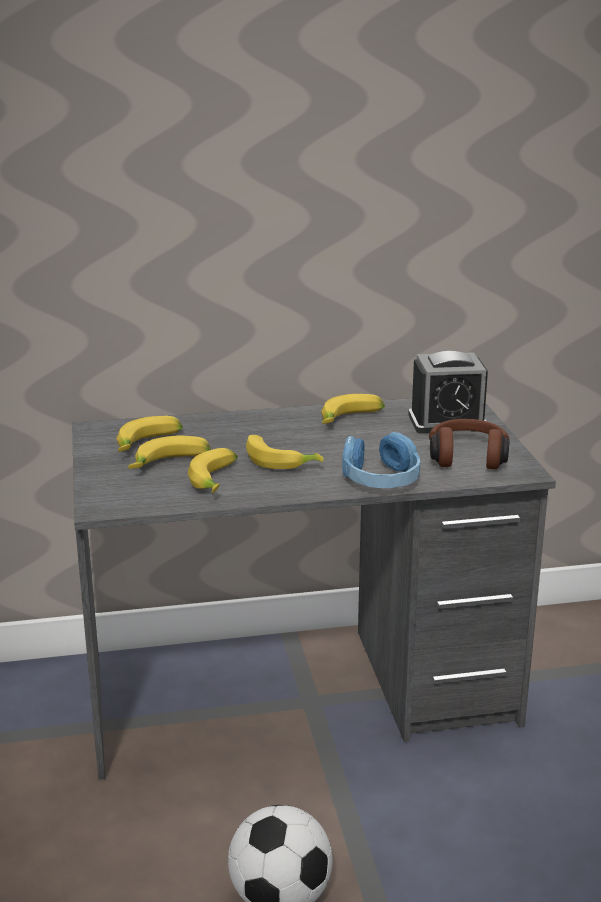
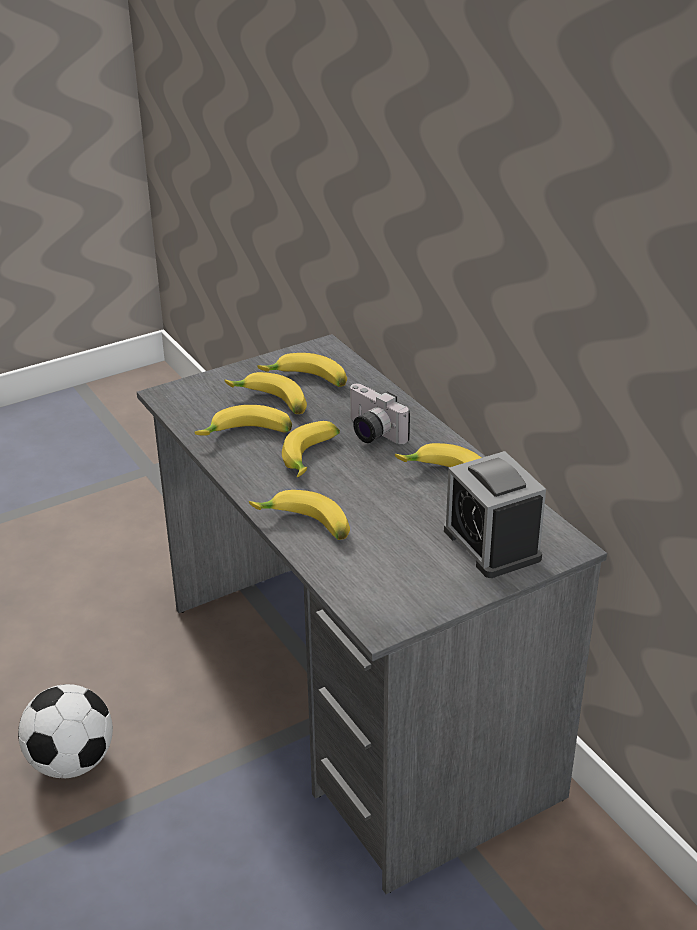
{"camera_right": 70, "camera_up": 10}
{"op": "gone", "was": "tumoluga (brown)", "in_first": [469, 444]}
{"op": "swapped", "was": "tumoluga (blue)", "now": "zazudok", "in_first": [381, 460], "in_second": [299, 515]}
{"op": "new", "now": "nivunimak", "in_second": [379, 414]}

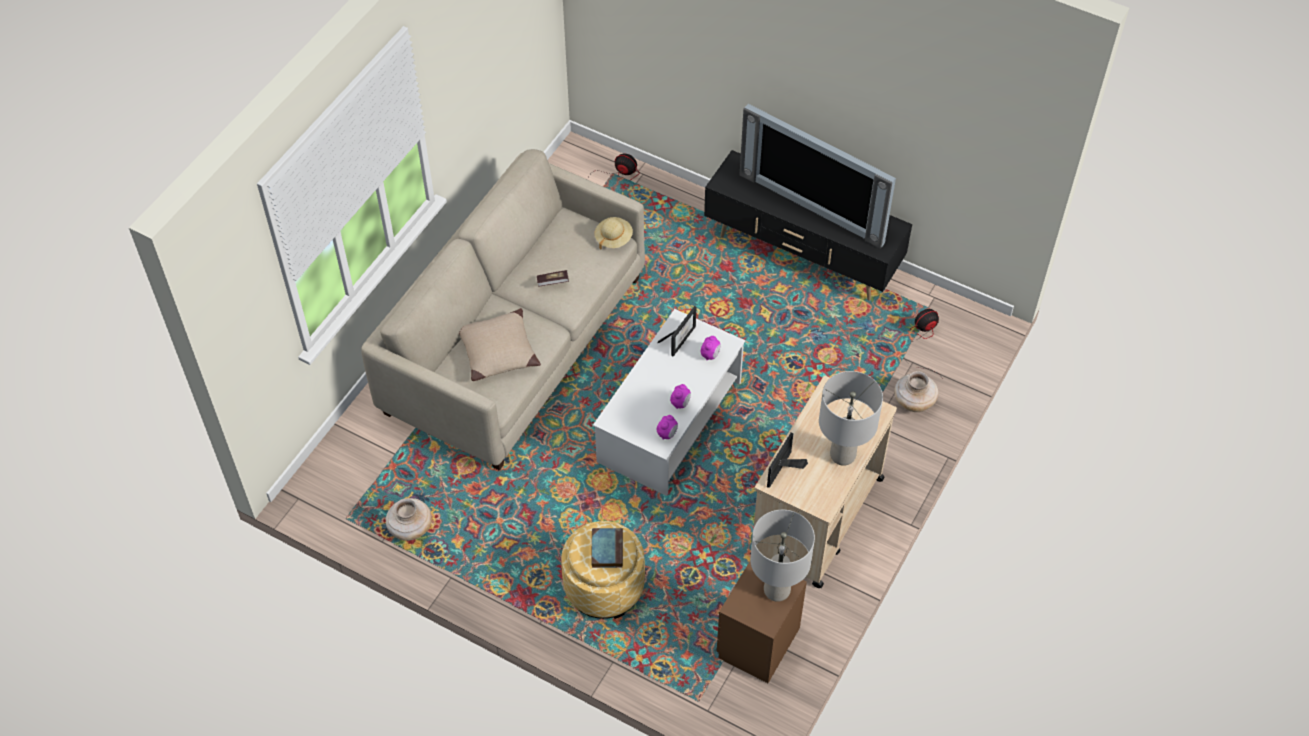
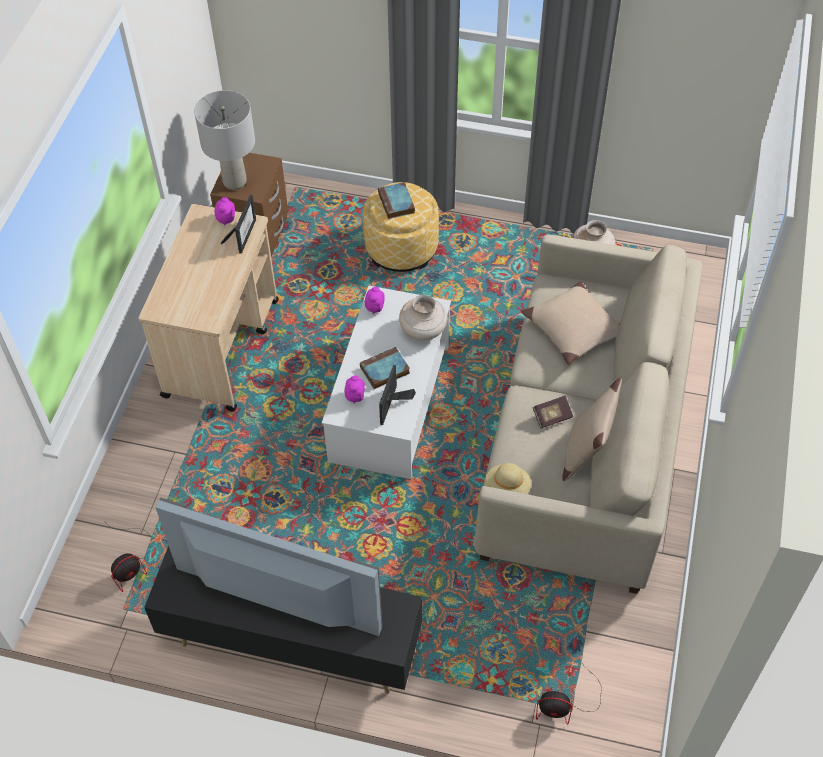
{"camera_right": 165, "camera_up": 0}
{"op": "gone", "was": "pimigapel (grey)", "in_first": [851, 418]}
{"op": "shifted", "was": "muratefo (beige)", "in_first": [916, 391], "in_second": [423, 317]}
{"op": "shifted", "was": "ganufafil", "in_first": [680, 396], "in_second": [224, 211]}
{"op": "new", "now": "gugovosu", "in_second": [385, 368]}
{"op": "new", "now": "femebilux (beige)", "in_second": [592, 429]}

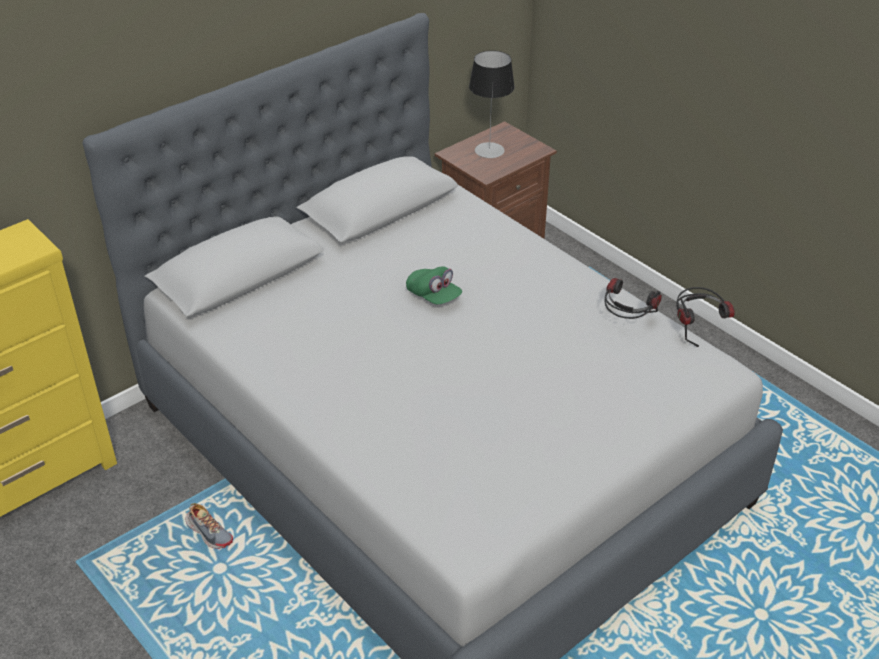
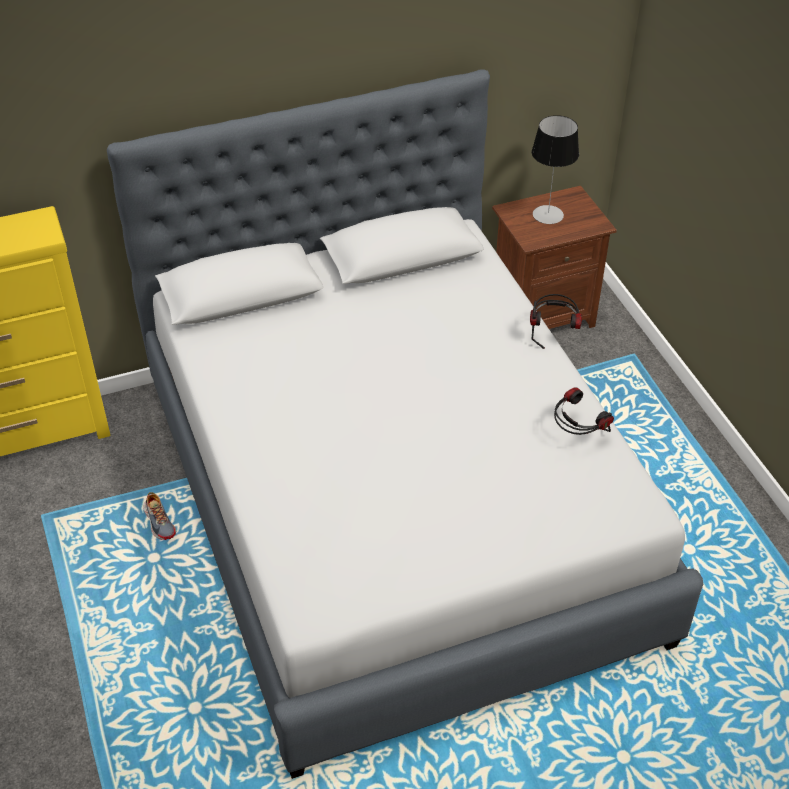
{"camera_right": 20, "camera_up": 5}
{"op": "gone", "was": "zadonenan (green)", "in_first": [434, 285]}
{"op": "shifted", "was": "tumoluga", "in_first": [705, 317], "in_second": [556, 321]}

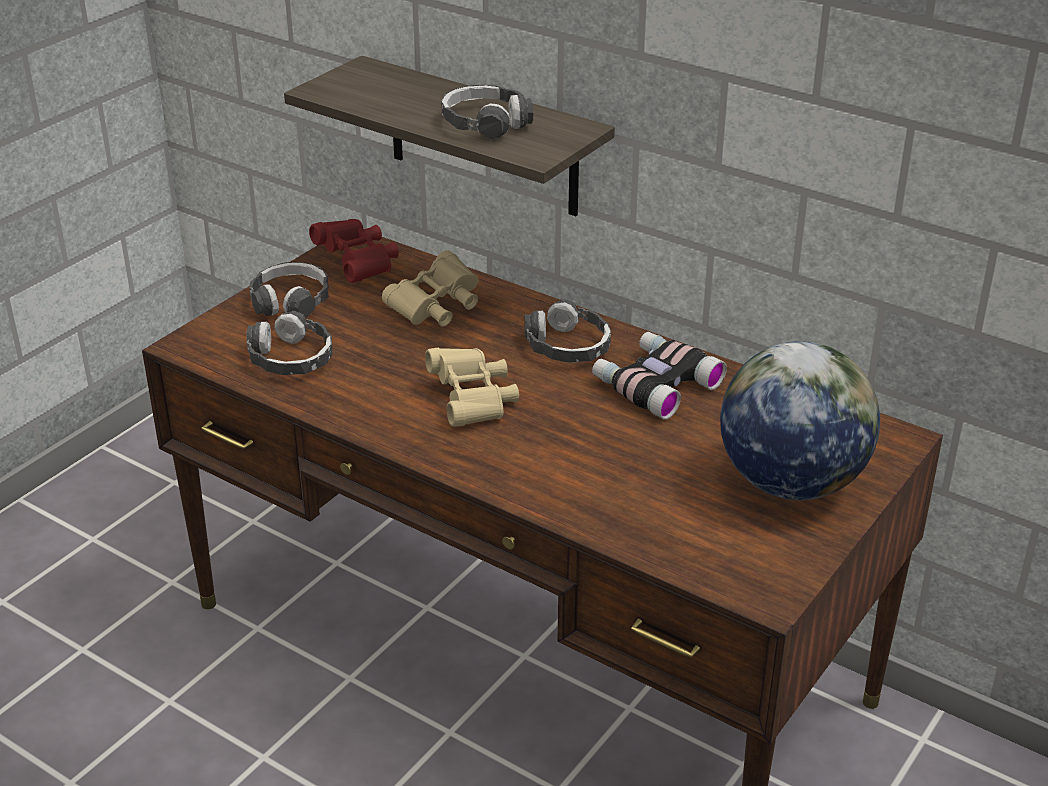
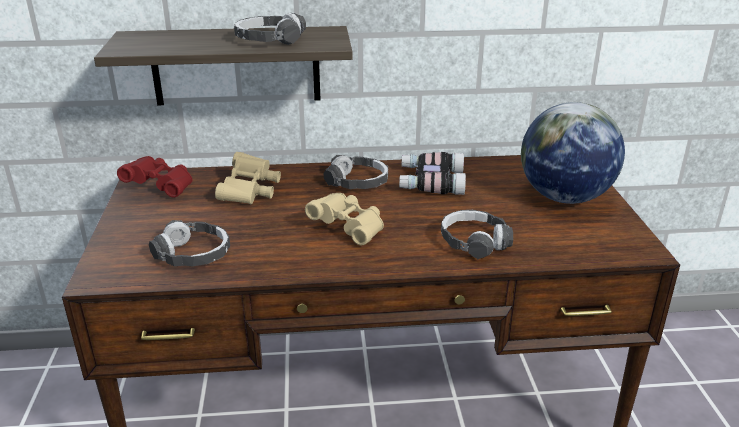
{"camera_right": -40, "camera_up": -5}
{"op": "shifted", "was": "tumoluga", "in_first": [289, 290], "in_second": [477, 234]}

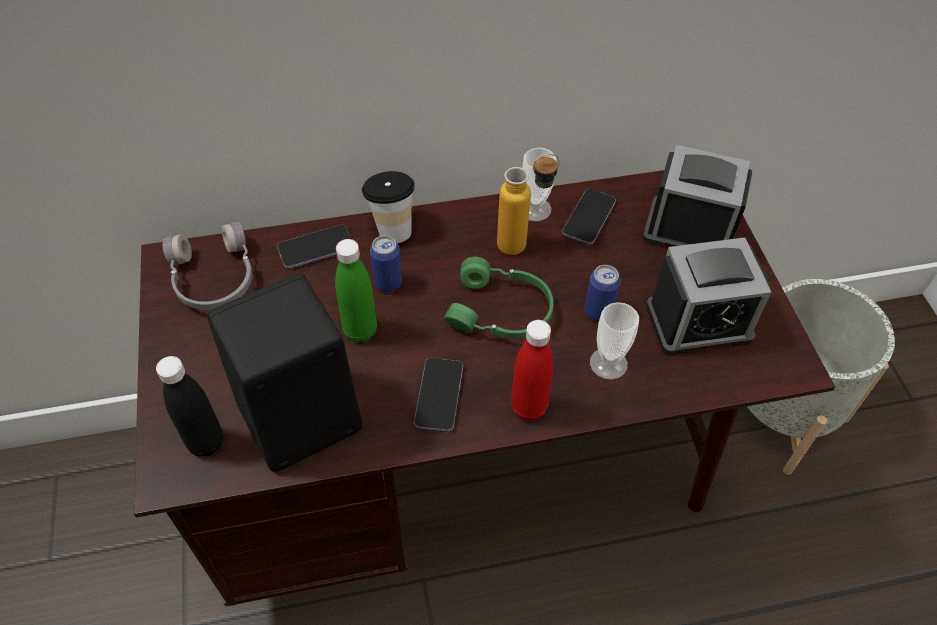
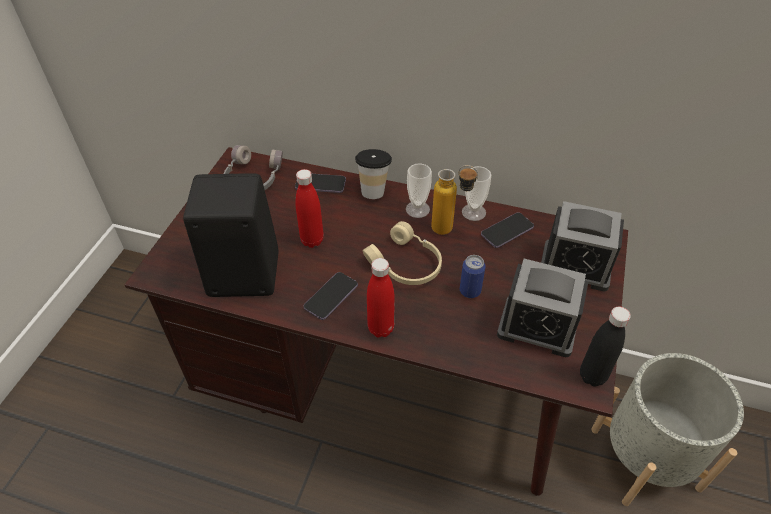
{"camera_right": 30, "camera_up": -5}
{"op": "rotated", "was": "ganufafil", "in_first": [697, 196], "in_second": [582, 246], "clockwise": 150}
{"op": "gone", "was": "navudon", "in_first": [386, 263]}
{"op": "repainted", "was": "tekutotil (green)", "now": "tekutotil (red)", "in_first": [356, 290], "in_second": [309, 208]}
{"op": "repainted", "was": "tumoluga (green)", "now": "tumoluga (beige)", "in_first": [499, 297], "in_second": [402, 253]}
{"op": "shifted", "was": "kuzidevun", "in_first": [614, 341], "in_second": [419, 190]}
{"op": "shifted", "was": "tekutotil (black)", "in_first": [190, 406], "in_second": [605, 347]}

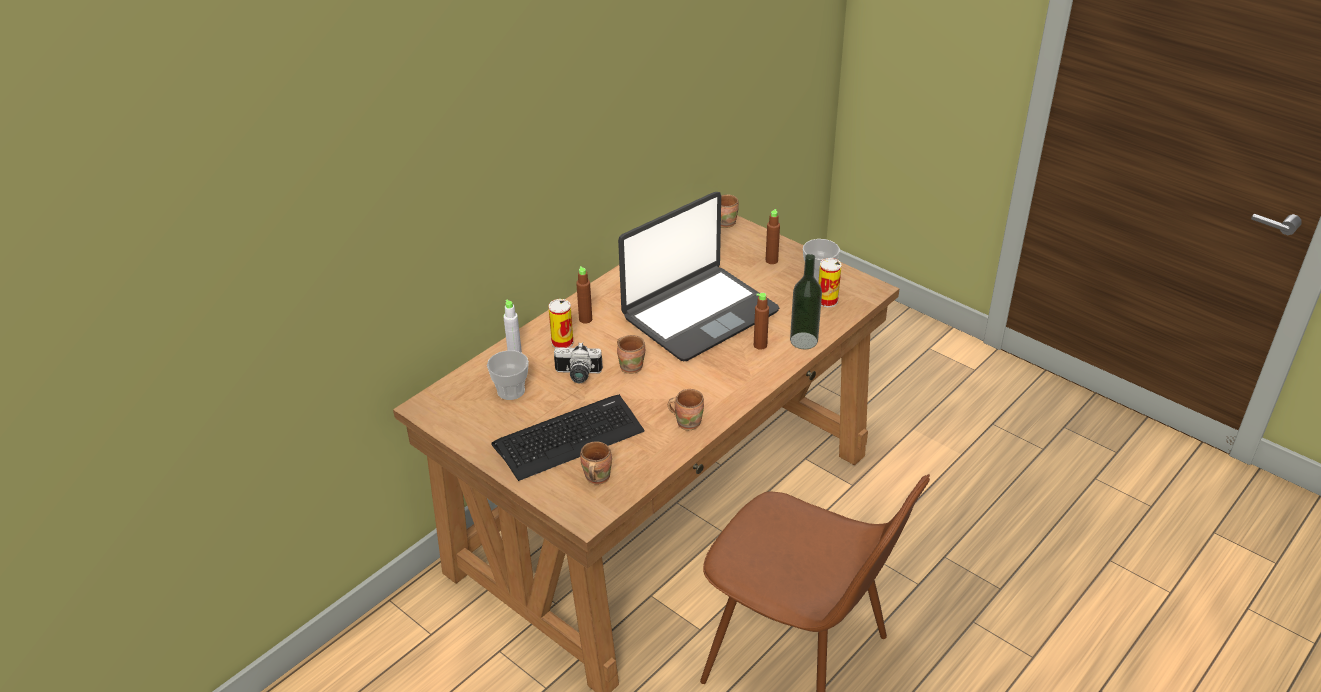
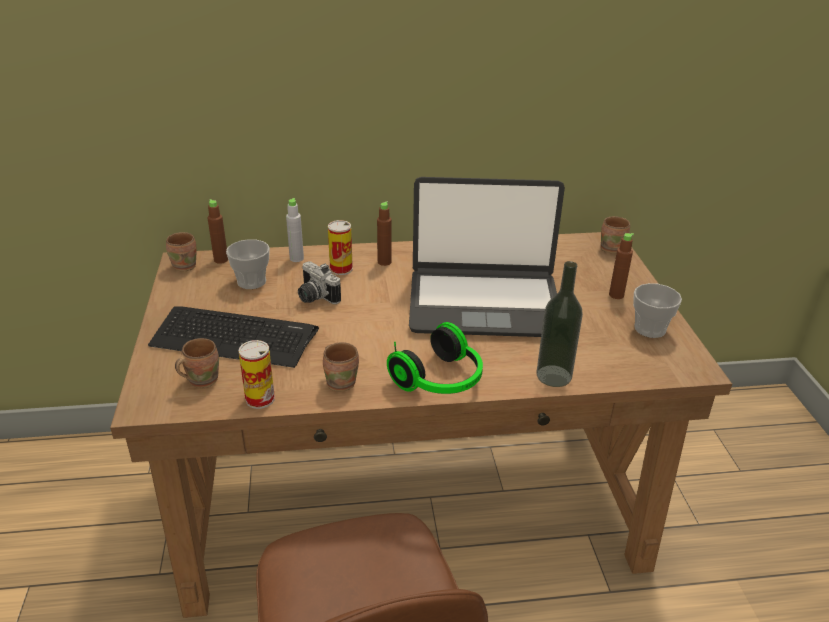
{"camera_right": 40, "camera_up": -5}
{"op": "shifted", "was": "navudon", "in_first": [830, 282], "in_second": [257, 374]}
{"op": "shifted", "was": "tekutotil (brown)", "in_first": [761, 321], "in_second": [218, 231]}
{"op": "shifted", "was": "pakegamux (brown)", "in_first": [631, 354], "in_second": [181, 251]}
{"op": "new", "now": "tumoluga", "in_second": [435, 358]}

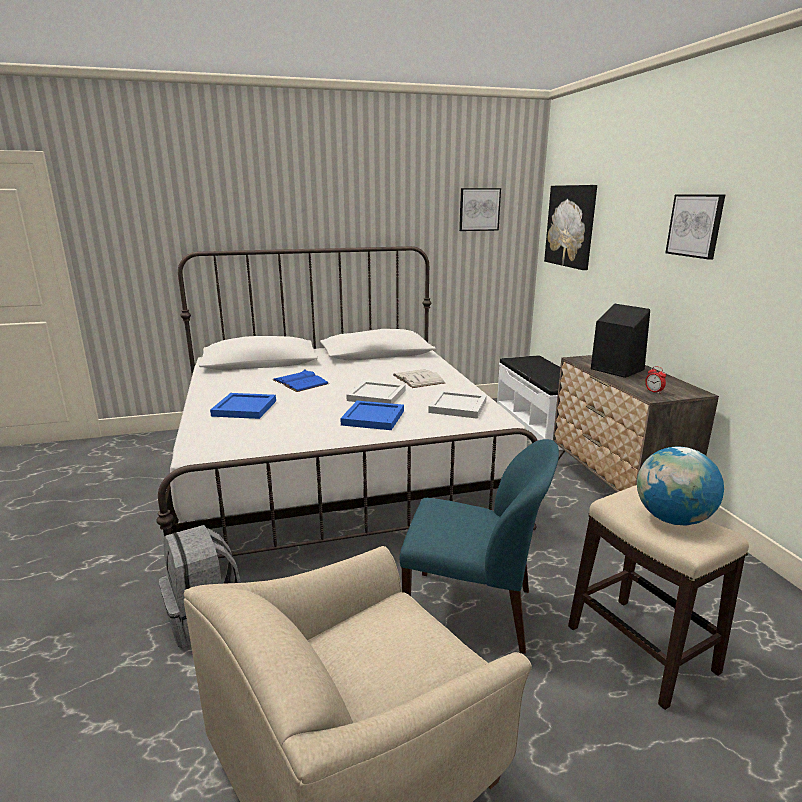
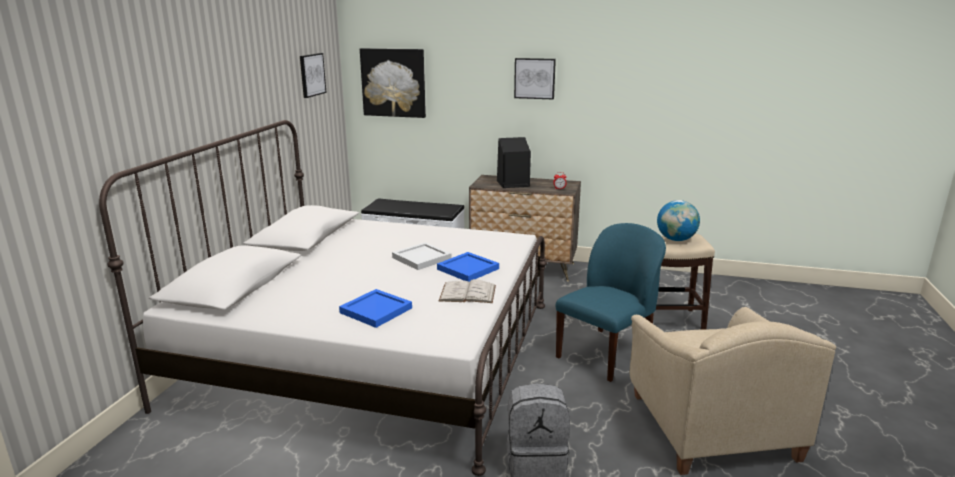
{"camera_right": -60, "camera_up": 0}
{"op": "gone", "was": "gugovosu (blue)", "in_first": [301, 380]}
{"op": "shifted", "was": "gugovosu (white)", "in_first": [419, 378], "in_second": [467, 291]}
{"op": "gone", "was": "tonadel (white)", "in_first": [457, 404]}

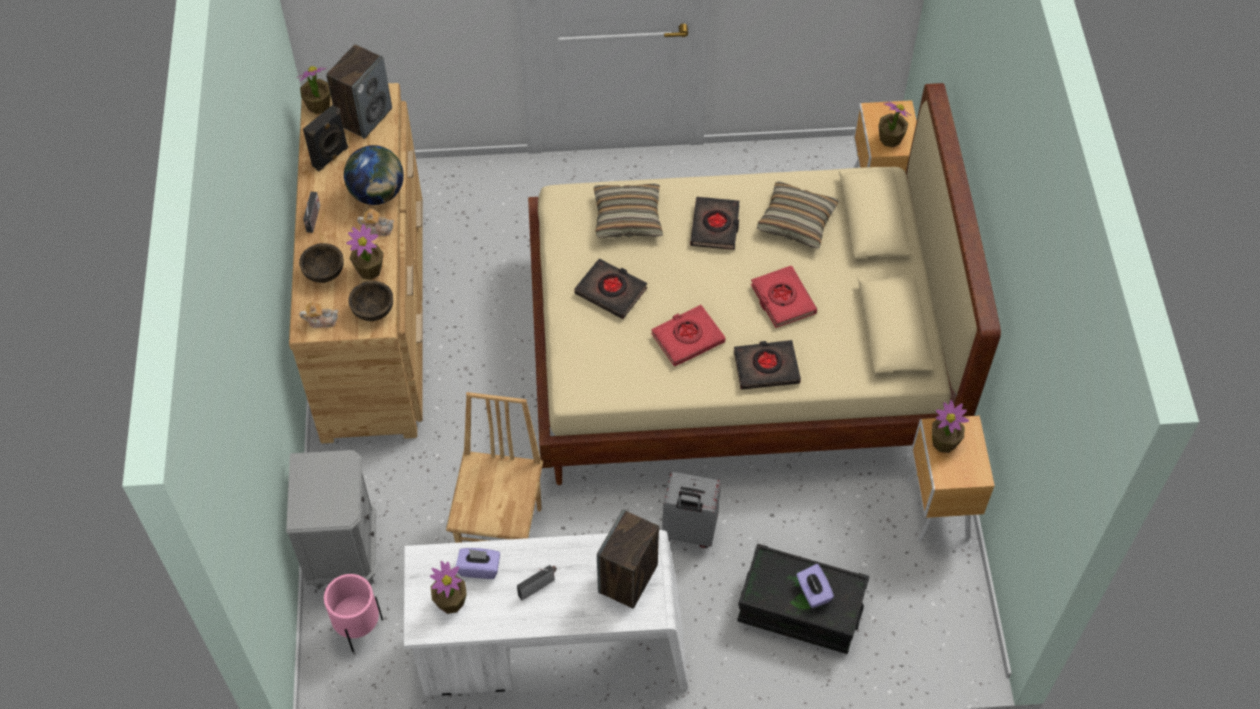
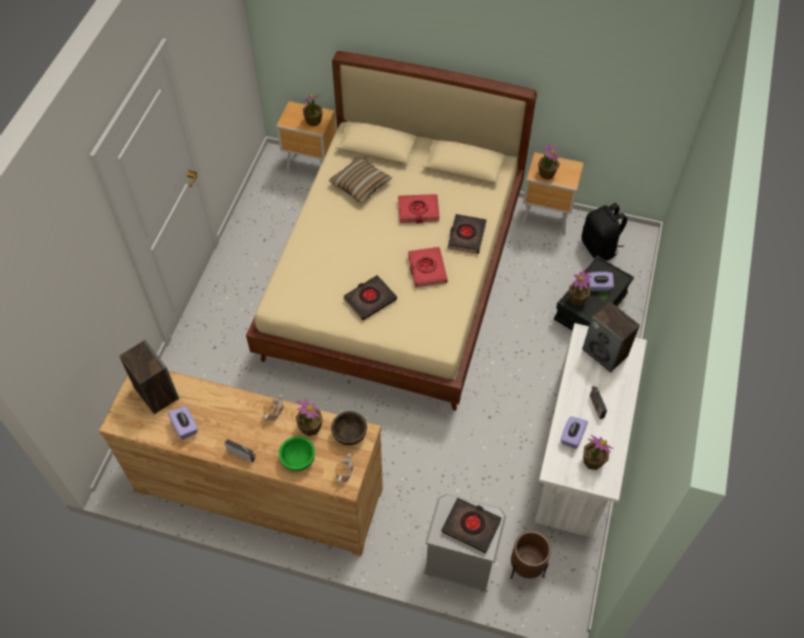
{"camera_right": -70, "camera_up": 0}
{"op": "shifted", "was": "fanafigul", "in_first": [314, 90], "in_second": [580, 287]}
{"op": "swapped", "was": "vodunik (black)", "now": "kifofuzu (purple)", "in_first": [325, 138], "in_second": [183, 423]}
{"op": "gone", "was": "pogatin", "in_first": [374, 175]}
{"op": "gone", "was": "femebilux", "in_first": [628, 210]}
{"op": "shifted", "was": "gugovosu (black)", "in_first": [715, 223], "in_second": [471, 525]}
{"op": "repainted", "was": "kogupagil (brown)", "now": "kogupagil (green)", "in_first": [321, 263], "in_second": [297, 453]}
{"op": "gone", "was": "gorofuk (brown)", "in_first": [494, 467]}
{"op": "gone", "was": "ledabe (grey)", "in_first": [691, 510]}
{"op": "repainted", "was": "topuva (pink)", "now": "topuva (brown)", "in_first": [353, 613], "in_second": [531, 555]}
{"op": "new", "now": "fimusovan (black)", "in_second": [604, 232]}

